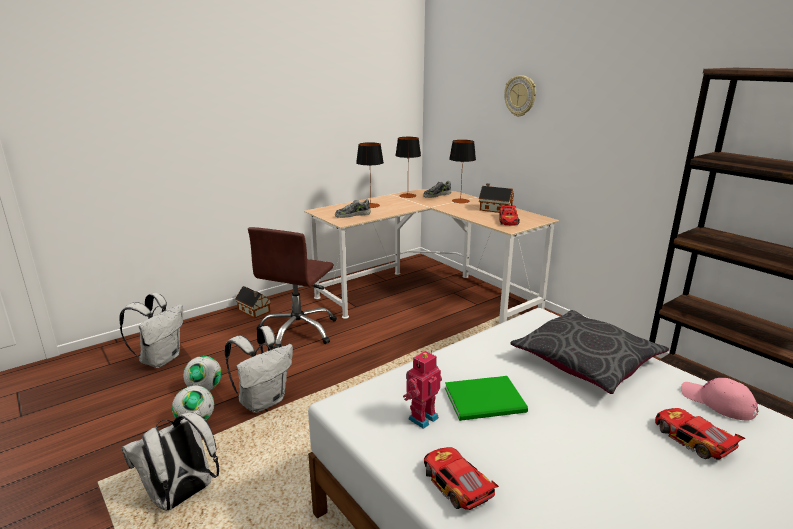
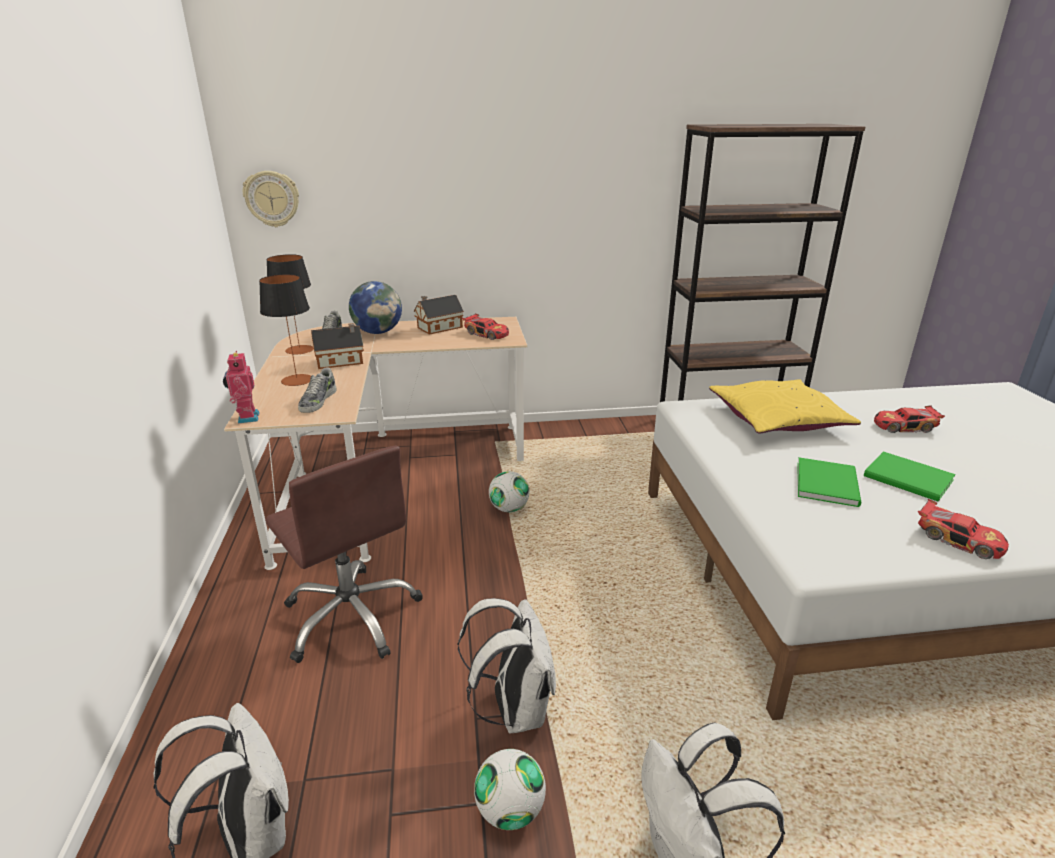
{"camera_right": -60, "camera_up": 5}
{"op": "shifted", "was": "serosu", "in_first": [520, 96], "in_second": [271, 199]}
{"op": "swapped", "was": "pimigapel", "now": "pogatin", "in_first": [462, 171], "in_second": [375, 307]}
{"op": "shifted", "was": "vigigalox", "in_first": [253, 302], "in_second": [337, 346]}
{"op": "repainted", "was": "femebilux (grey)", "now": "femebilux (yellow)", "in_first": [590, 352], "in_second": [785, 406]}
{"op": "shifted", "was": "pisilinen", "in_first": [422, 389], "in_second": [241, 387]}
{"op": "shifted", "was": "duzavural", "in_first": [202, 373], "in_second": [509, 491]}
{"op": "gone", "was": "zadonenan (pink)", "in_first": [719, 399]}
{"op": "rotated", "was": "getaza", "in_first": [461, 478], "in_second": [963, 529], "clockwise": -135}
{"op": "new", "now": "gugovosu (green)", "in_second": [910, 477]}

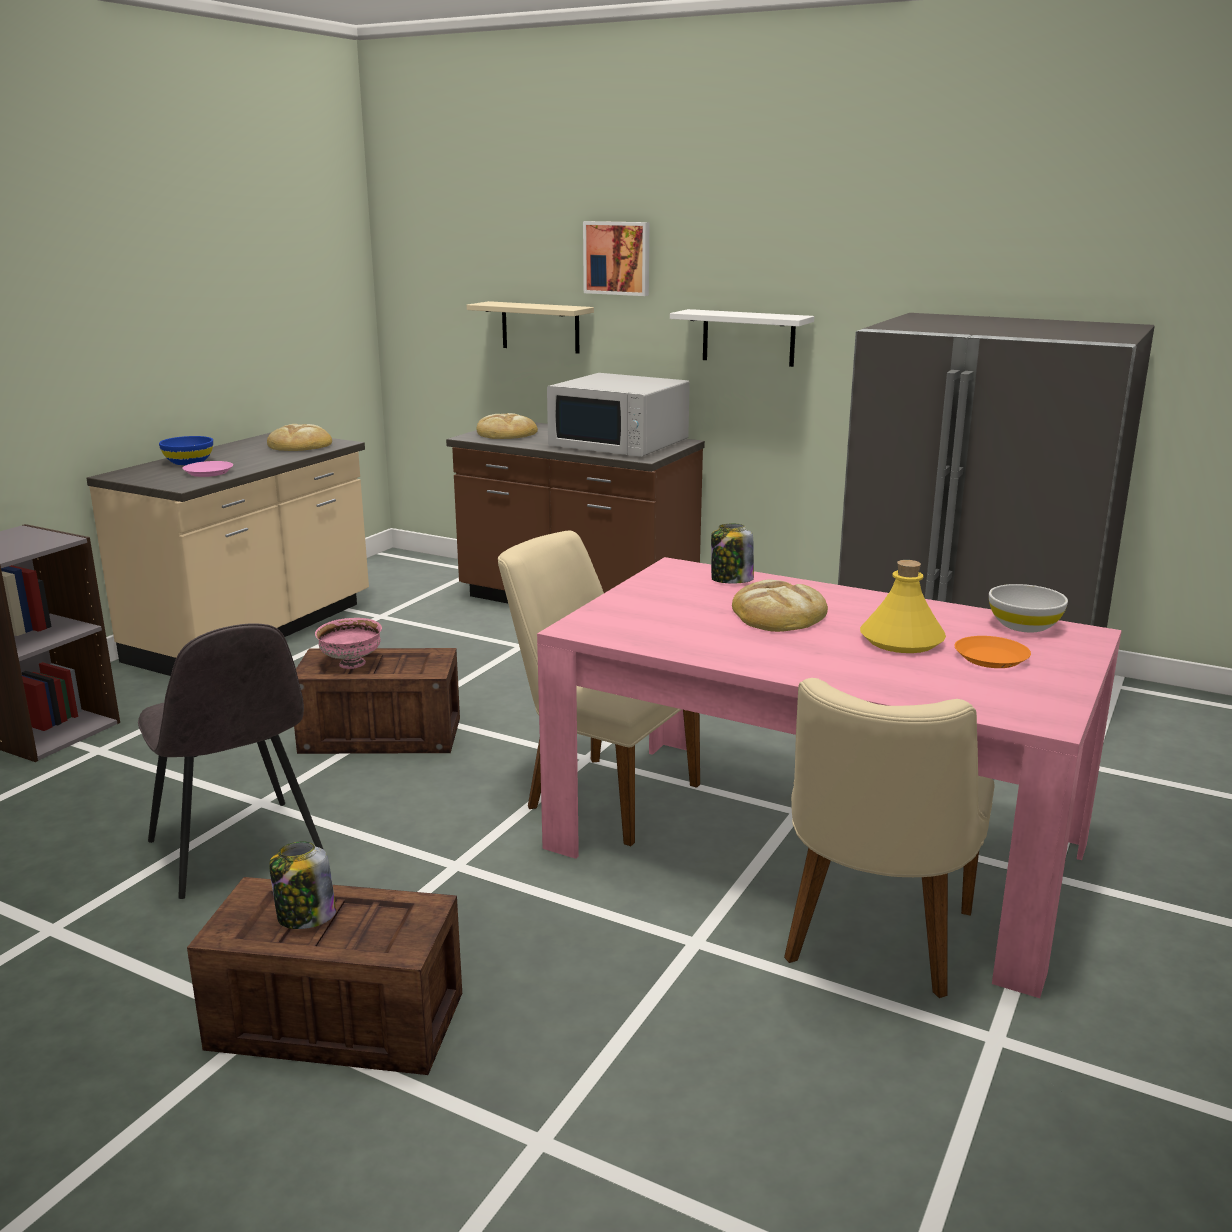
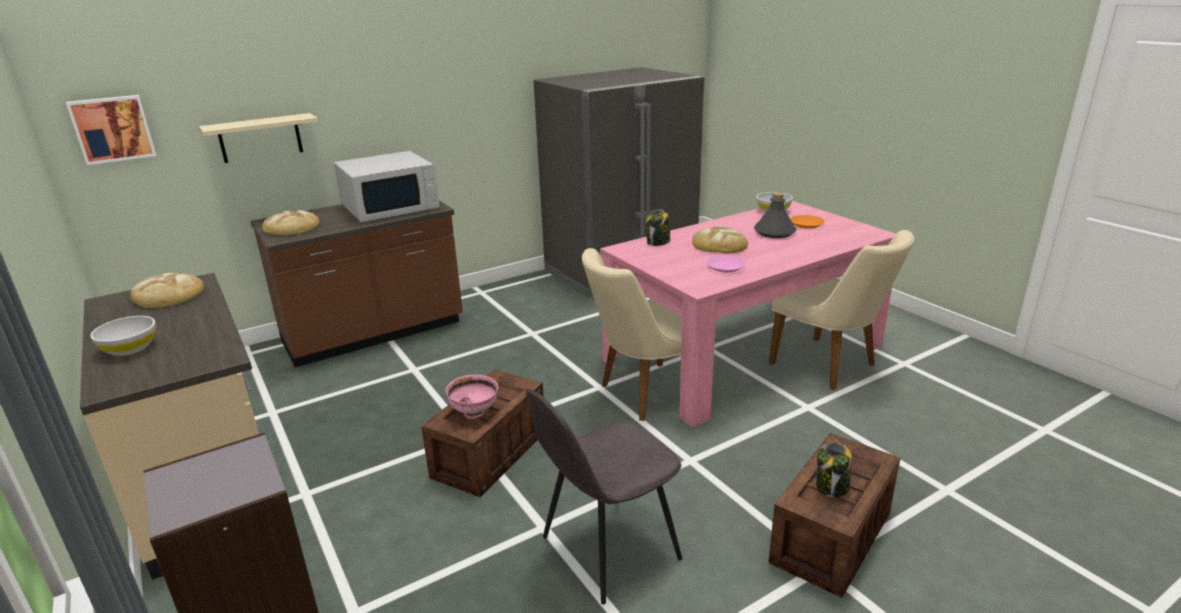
{"camera_right": -60, "camera_up": 5}
{"op": "shifted", "was": "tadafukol", "in_first": [616, 258], "in_second": [111, 130]}
{"op": "gone", "was": "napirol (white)", "in_first": [742, 338]}
{"op": "repainted", "was": "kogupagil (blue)", "now": "kogupagil (white)", "in_first": [186, 450], "in_second": [123, 336]}
{"op": "shifted", "was": "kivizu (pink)", "in_first": [207, 469], "in_second": [726, 264]}
{"op": "repainted", "was": "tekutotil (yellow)", "now": "tekutotil (grey)", "in_first": [903, 606], "in_second": [775, 215]}
{"op": "rotated", "was": "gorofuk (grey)", "in_first": [231, 761], "in_second": [604, 496], "clockwise": 150}

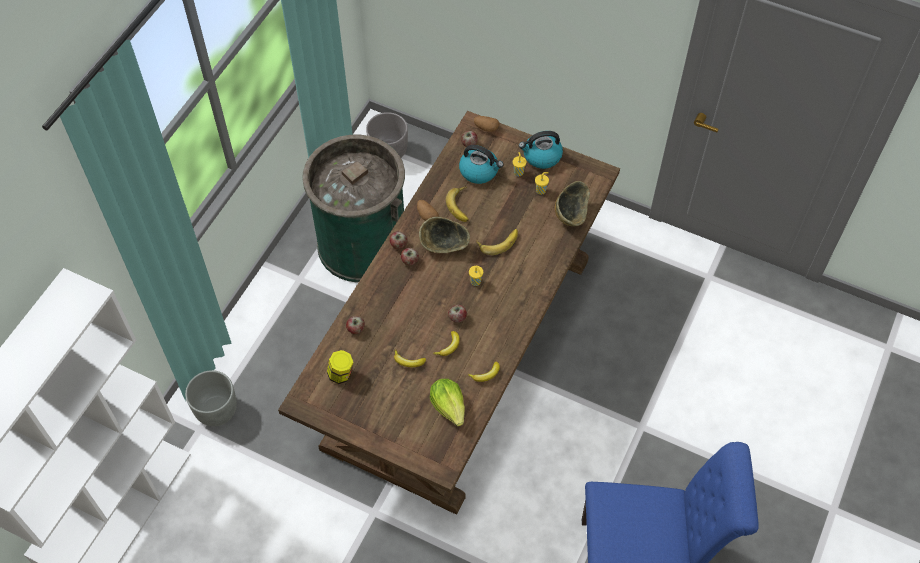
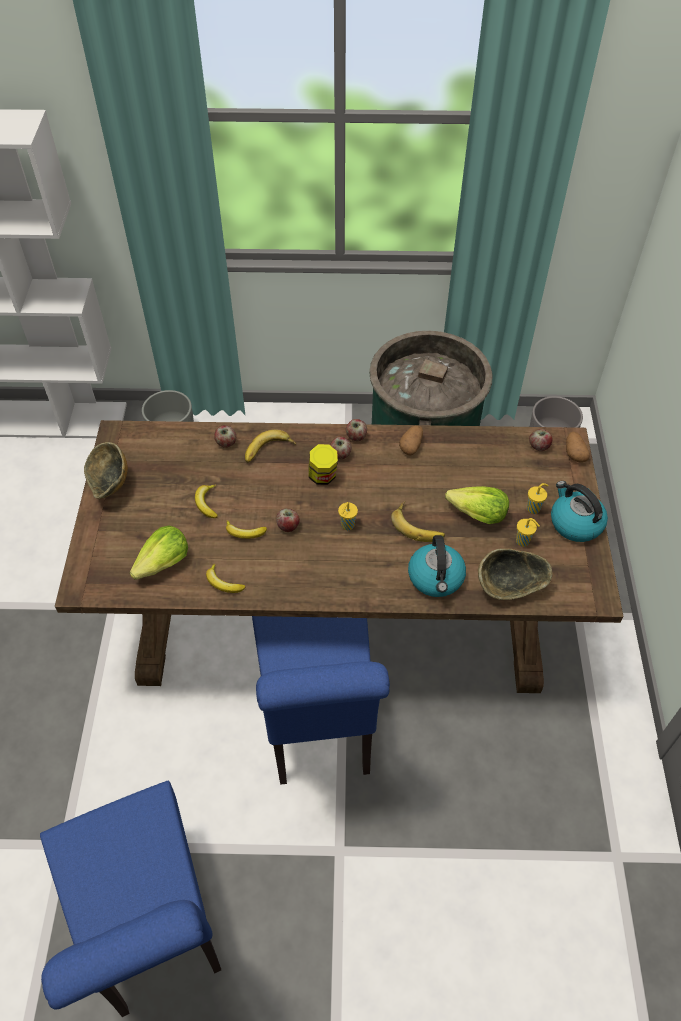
{"camera_right": 65, "camera_up": -5}
{"op": "shifted", "was": "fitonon", "in_first": [481, 164], "in_second": [437, 566]}
{"op": "shifted", "was": "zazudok", "in_first": [457, 204], "in_second": [270, 446]}
{"op": "shifted", "was": "kogupagil", "in_first": [444, 235], "in_second": [106, 470]}
{"op": "shifted", "was": "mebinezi", "in_first": [340, 367], "in_second": [323, 464]}
{"op": "new", "now": "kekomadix", "in_second": [477, 505]}
{"op": "new", "now": "gorofuk (blue)", "in_second": [321, 700]}

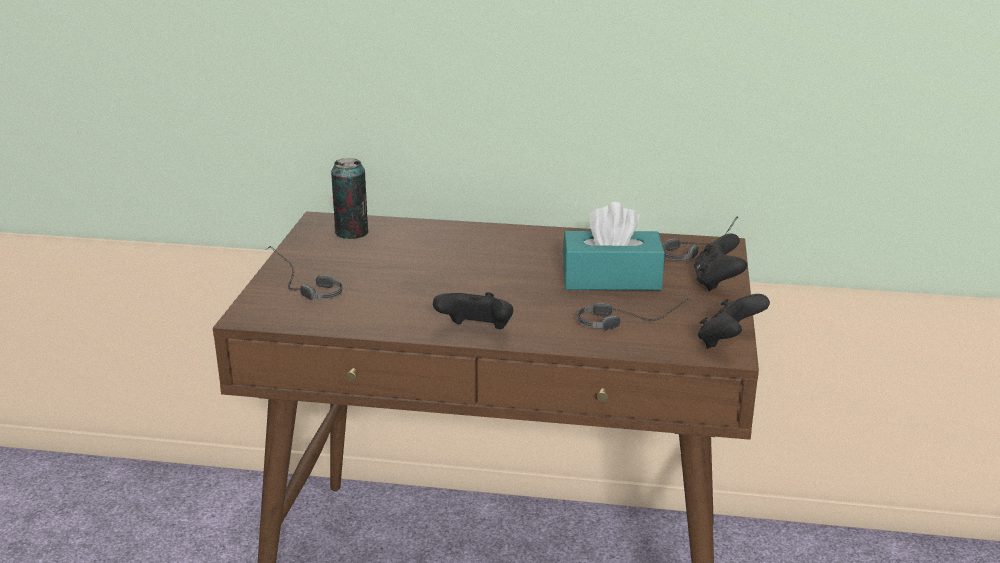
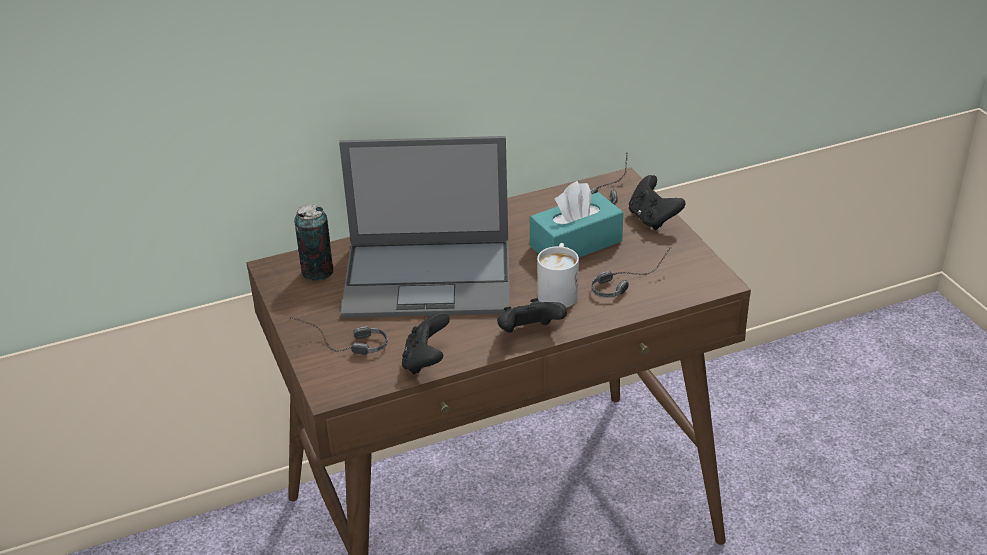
{"camera_right": -30, "camera_up": 10}
{"op": "shifted", "was": "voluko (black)", "in_first": [734, 321], "in_second": [426, 343]}
{"op": "new", "now": "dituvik", "in_second": [424, 227]}
{"op": "new", "now": "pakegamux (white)", "in_second": [558, 275]}

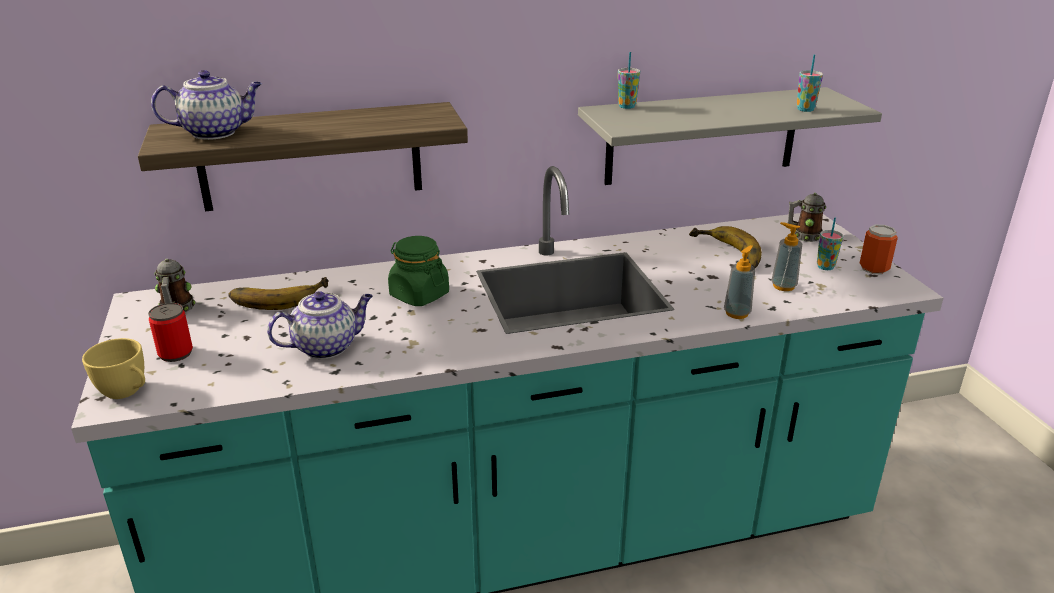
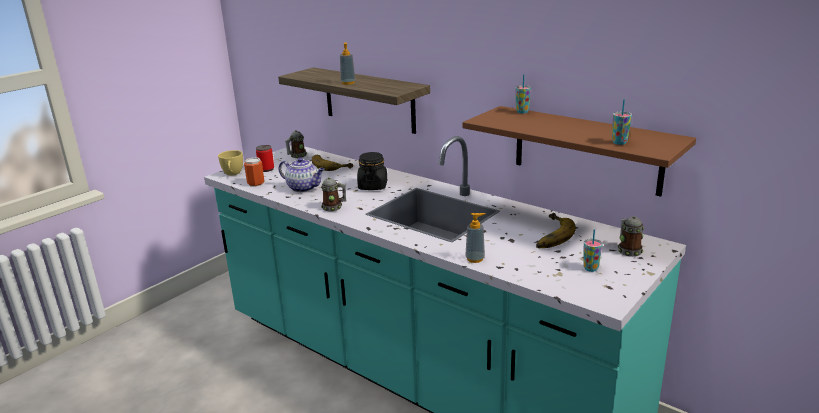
{"camera_right": 55, "camera_up": -5}
{"op": "gone", "was": "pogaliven", "in_first": [206, 105]}
{"op": "repainted", "was": "napirol (grey)", "now": "napirol (brown)", "in_first": [730, 136], "in_second": [579, 151]}
{"op": "shifted", "was": "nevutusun", "in_first": [786, 256], "in_second": [348, 63]}
{"op": "shifted", "was": "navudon", "in_first": [879, 249], "in_second": [254, 172]}
{"op": "repainted", "was": "mebinezi (green)", "now": "mebinezi (black)", "in_first": [418, 271], "in_second": [372, 171]}
{"op": "new", "now": "pakegamux", "in_second": [334, 194]}

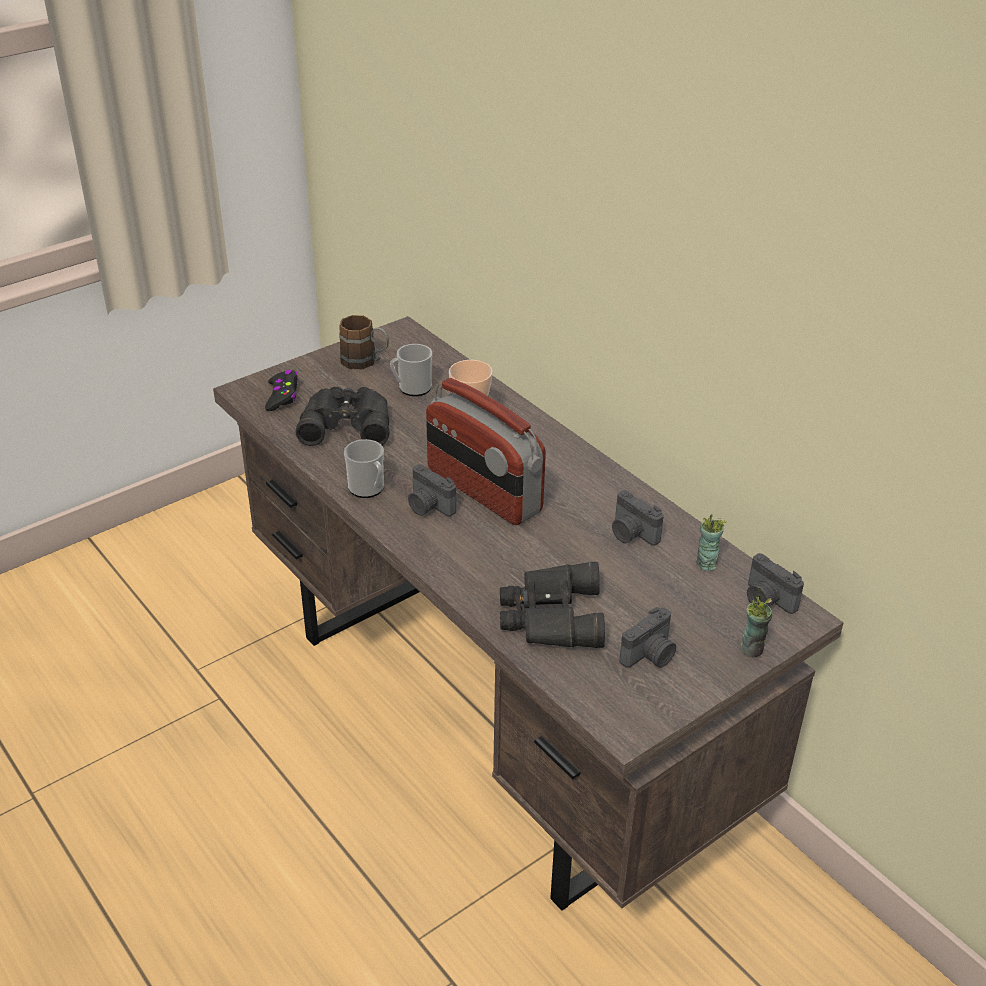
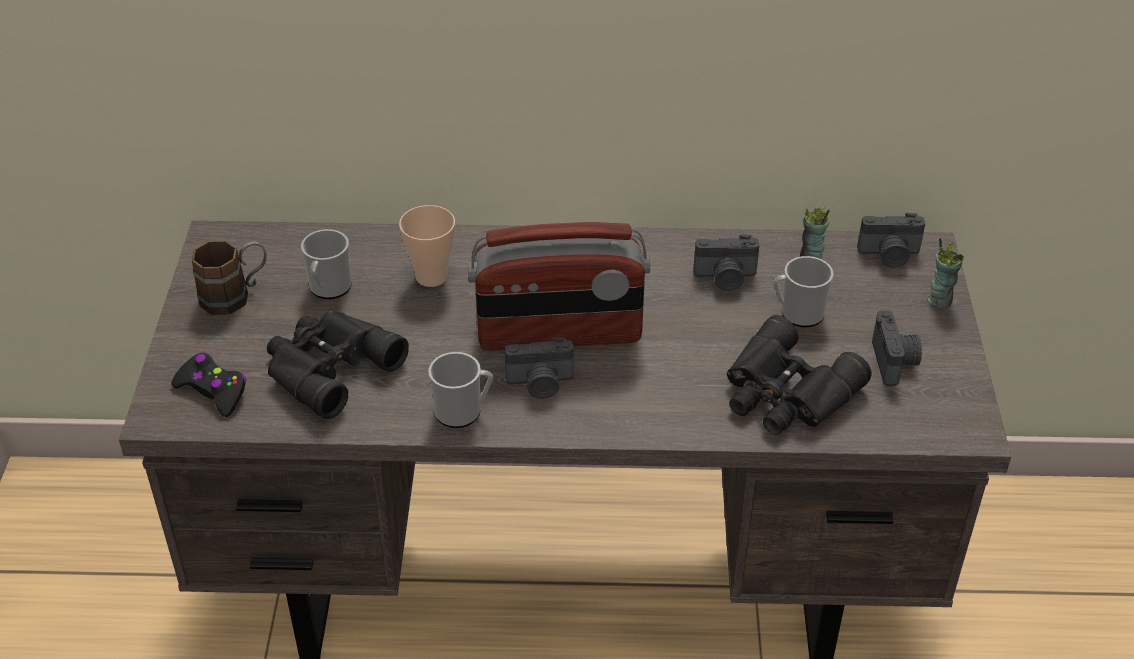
{"camera_right": -50, "camera_up": 5}
{"op": "new", "now": "pakegamux", "in_second": [803, 291]}

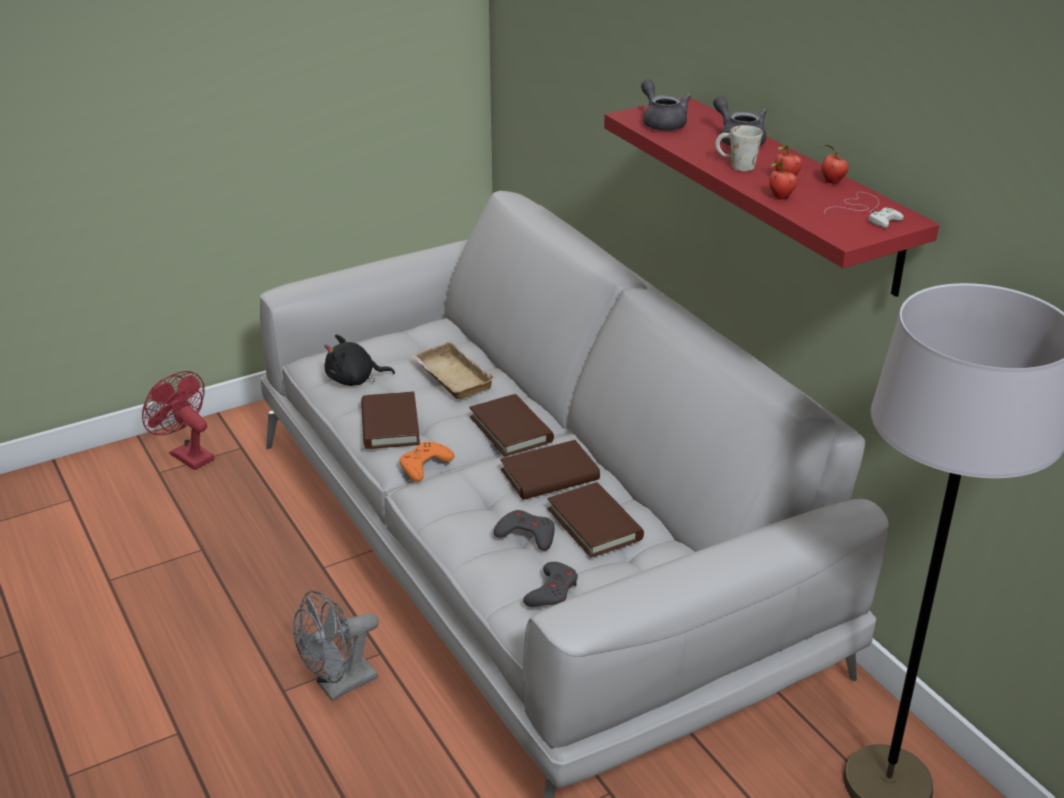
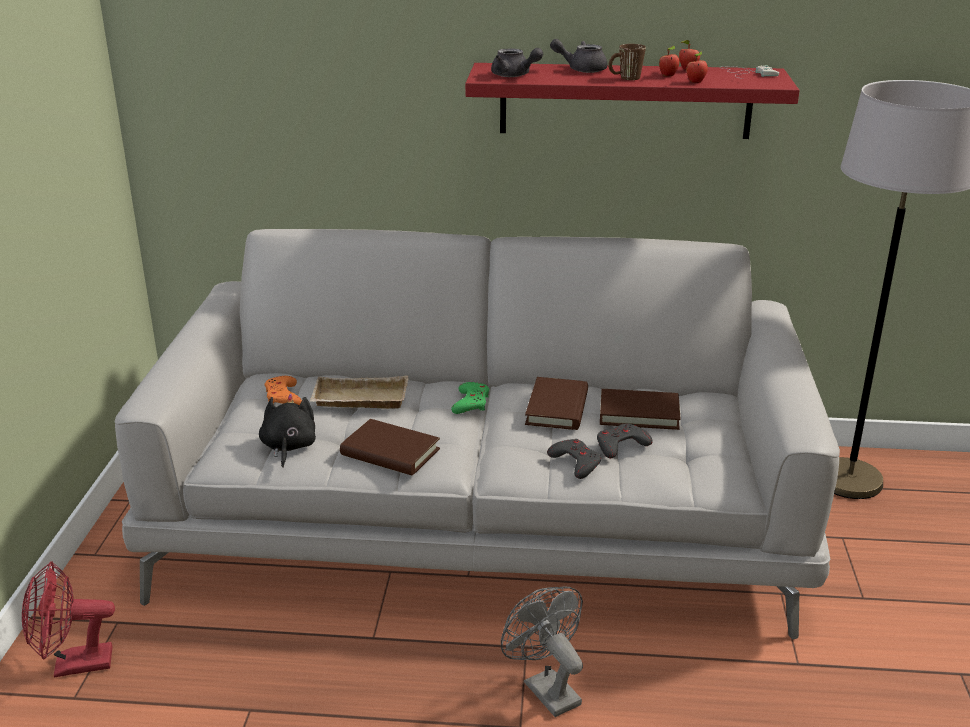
{"camera_right": -55, "camera_up": -5}
{"op": "rotated", "was": "pogaliven (grey)", "in_first": [666, 105], "in_second": [517, 62], "clockwise": -150}
{"op": "repainted", "was": "pakegamux (white)", "now": "pakegamux (brown)", "in_first": [739, 148], "in_second": [627, 62]}
{"op": "rotated", "was": "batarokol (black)", "in_first": [359, 360], "in_second": [287, 431], "clockwise": 150}
{"op": "swapped", "was": "gugovosu (brown)", "now": "voluko (green)", "in_first": [511, 425], "in_second": [470, 398]}
{"op": "shifted", "was": "voluko (orange)", "in_first": [427, 462], "in_second": [283, 390]}
{"op": "shifted", "was": "voluko (grey)", "in_first": [550, 584], "in_second": [574, 459]}
{"op": "rotated", "was": "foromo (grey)", "in_first": [336, 645], "in_second": [542, 651], "clockwise": 150}

